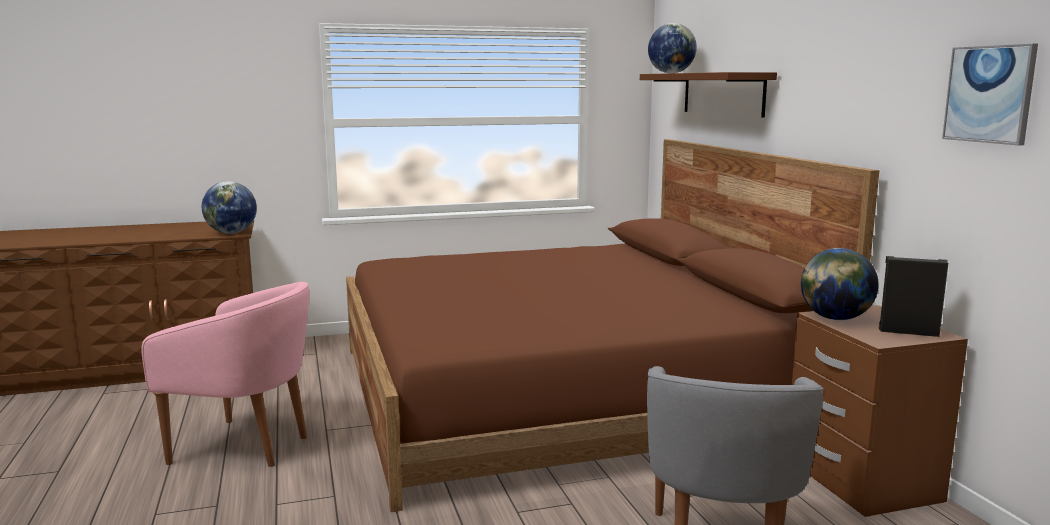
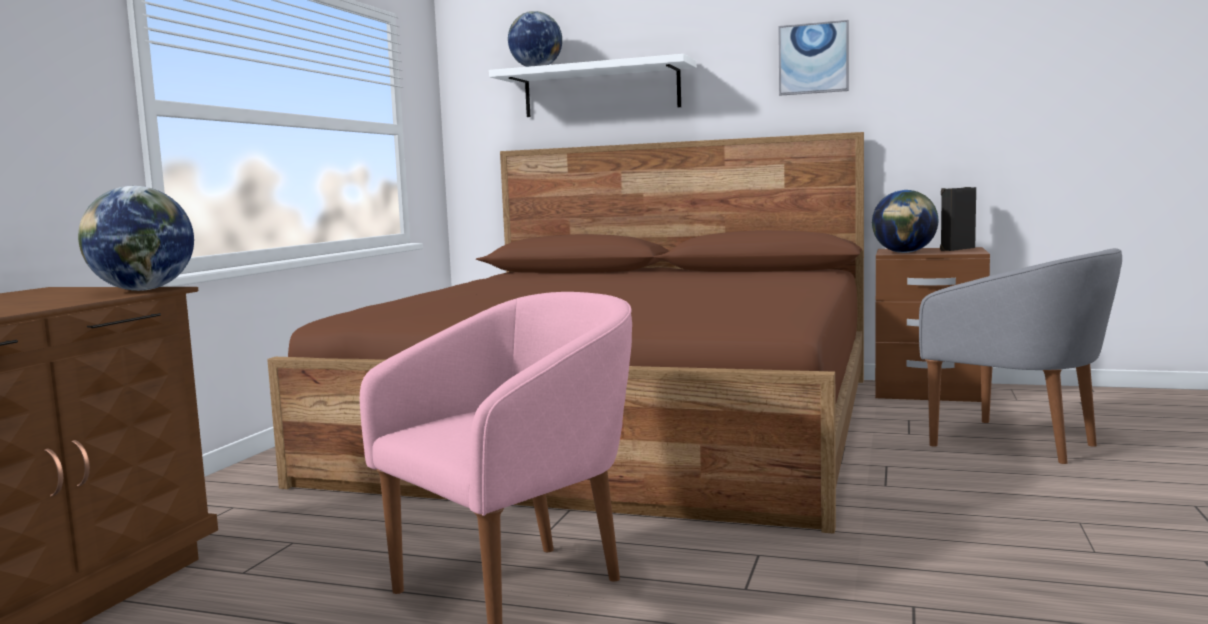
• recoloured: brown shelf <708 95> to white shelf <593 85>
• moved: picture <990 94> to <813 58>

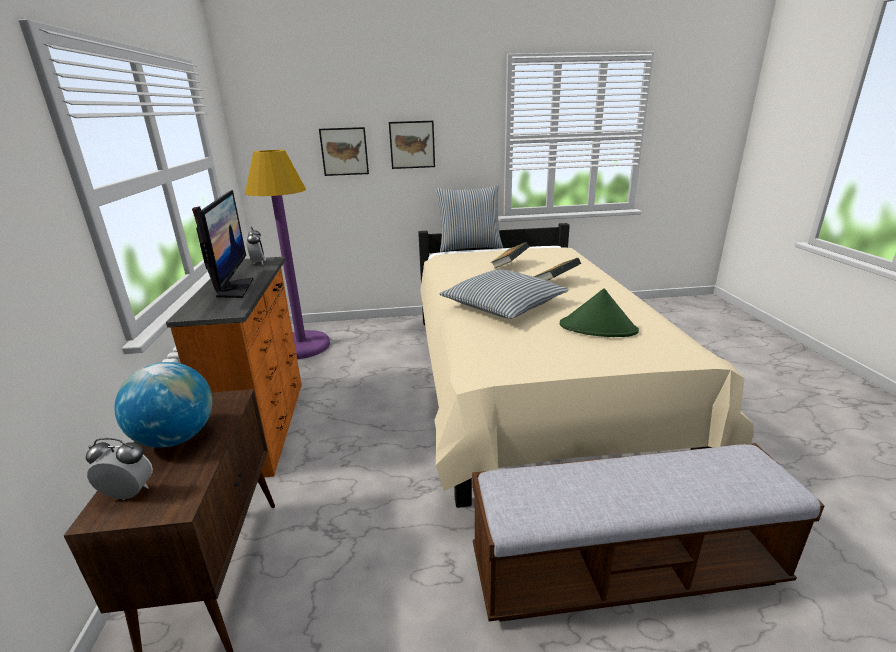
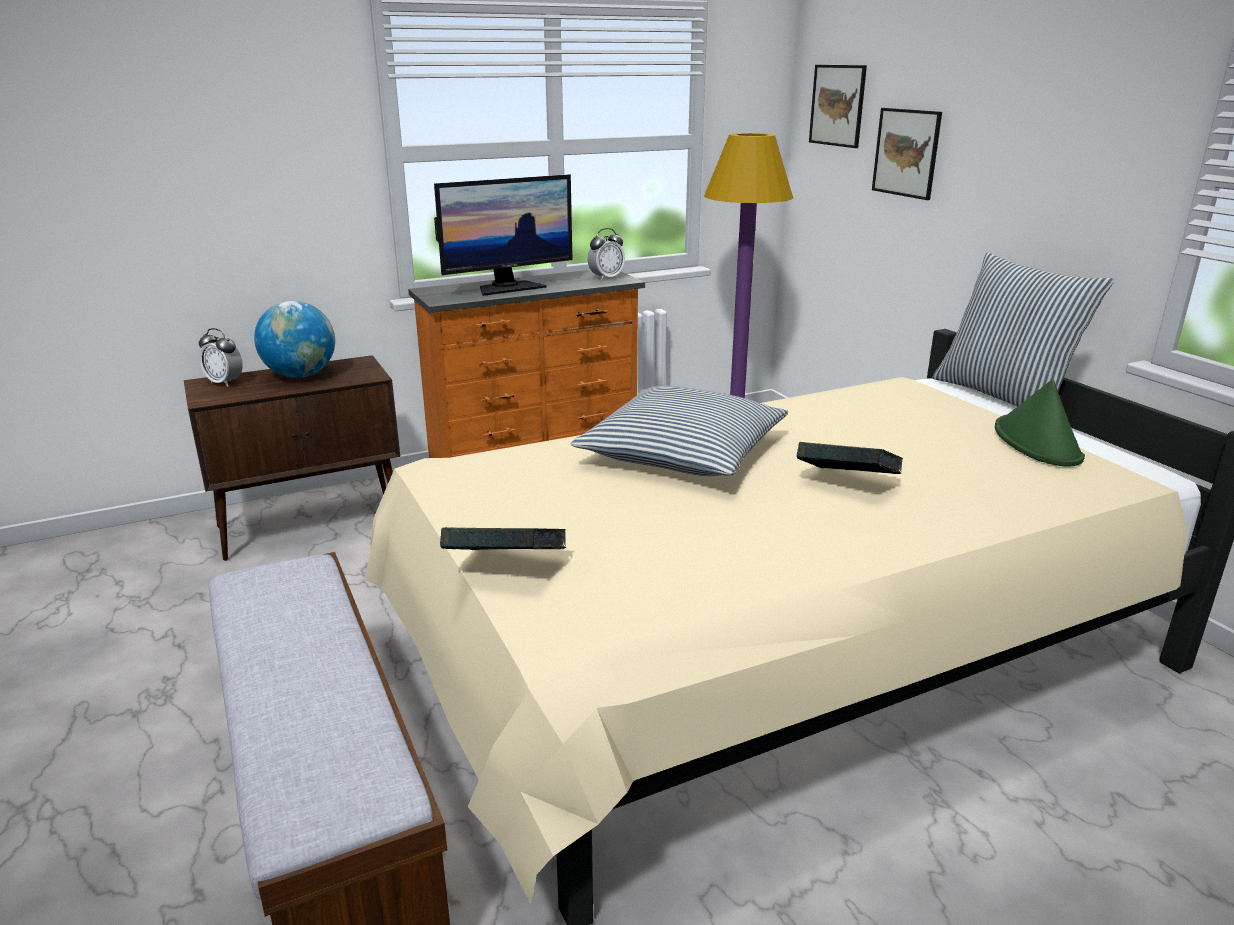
• turned: alarm clock <119 469> = <221 357> 135 degrees clockwise
• moved: picture <412 145> to <838 106>
• moved: book <510 255> to <503 538>
• moved: green hat <599 312> to <1040 423>

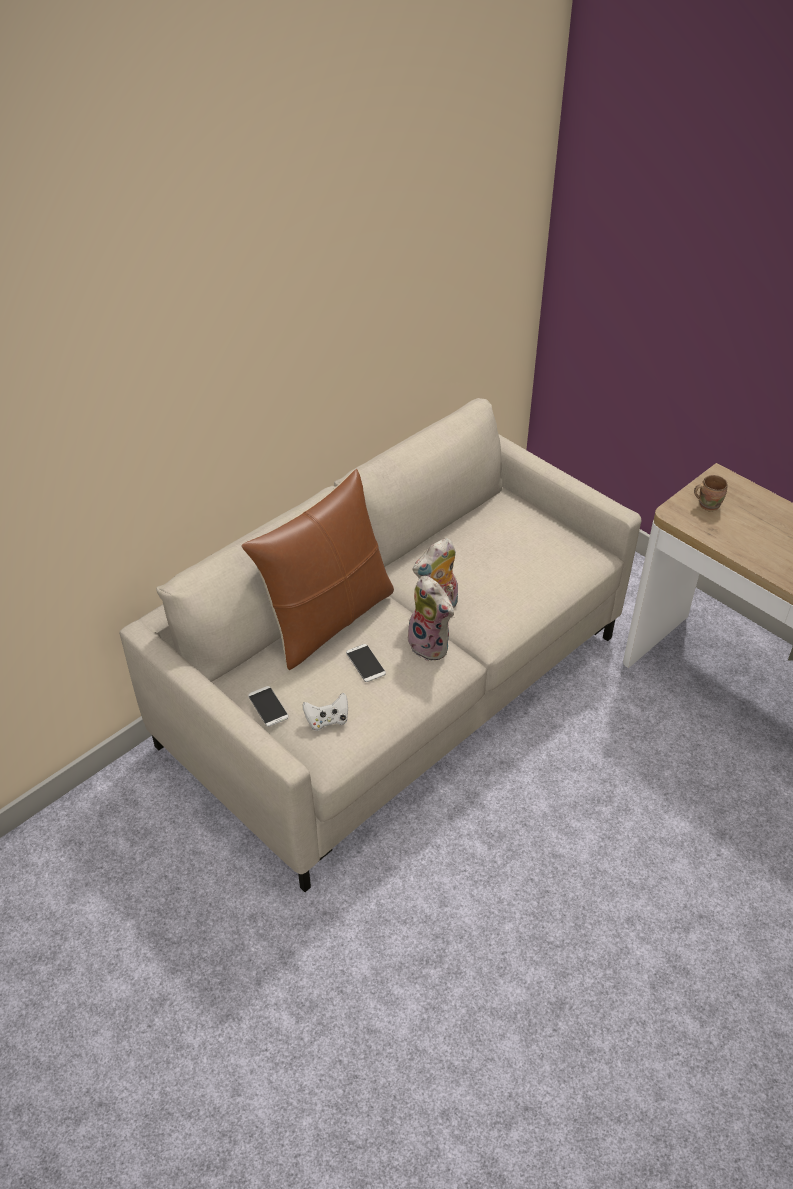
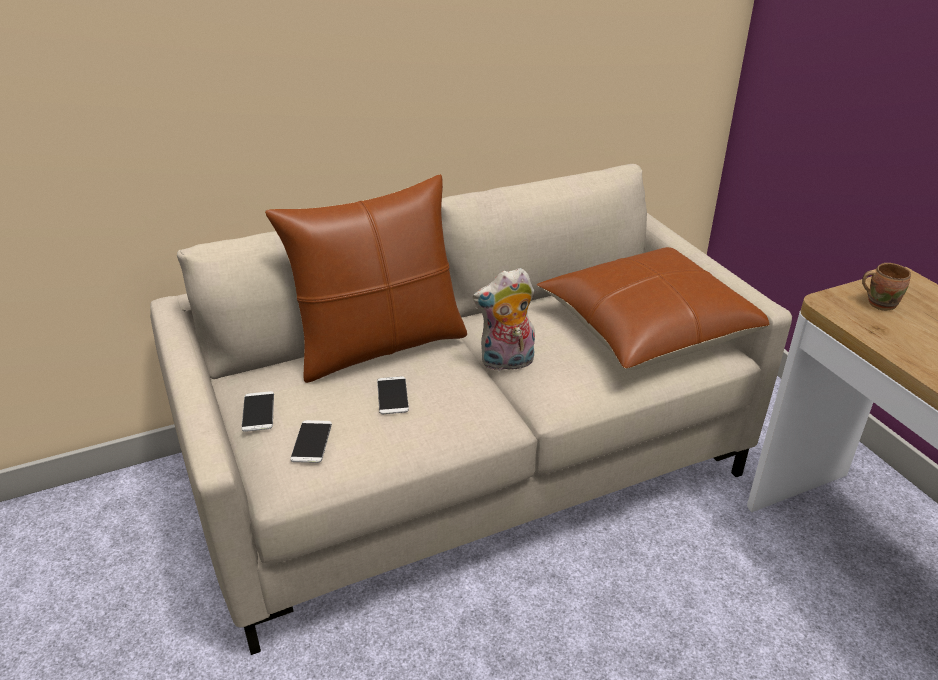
• replaced: white game controller <325 712> to phone <311 441>
• removed: plush toy <430 618>
• added: brown pillow <653 308>

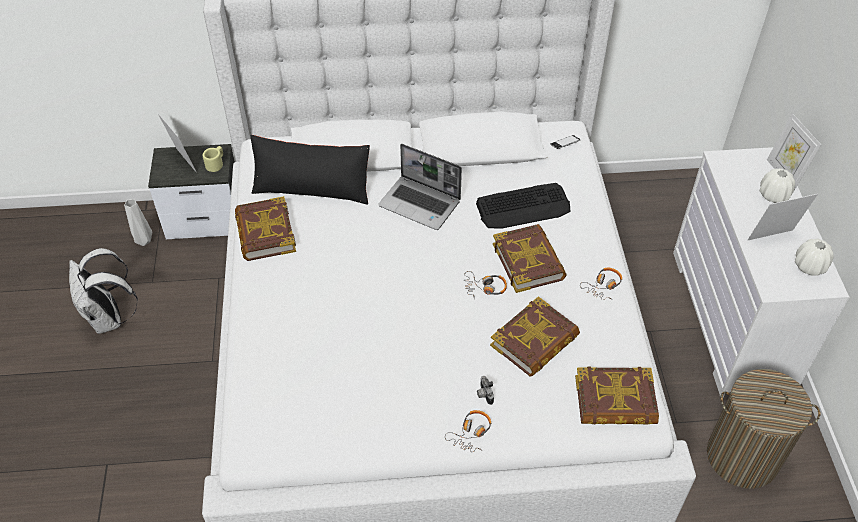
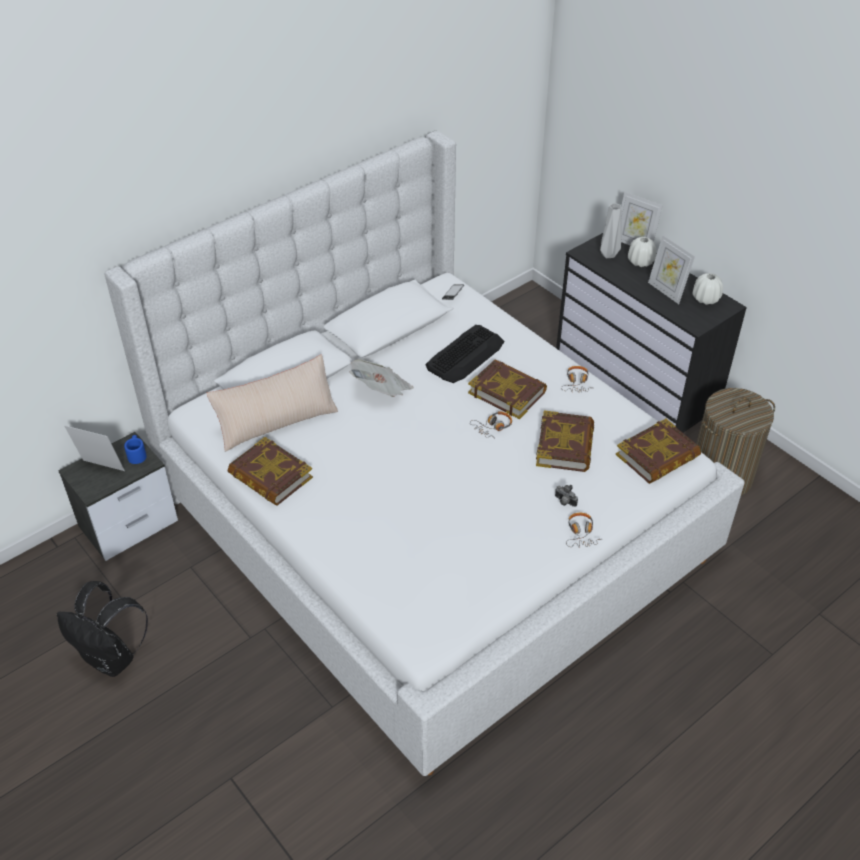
• recoloured: white backpack <103 291> to black backpack <102 629>
• moved: grey vase <138 222> to <610 230>
• recoloured: beige mug <213 159> to blue mug <135 449>
• recoloured: black pillow <310 169> to beige pillow <272 403>
• replaced: laptop <420 187> to newspaper <381 378>
• recoloured: white dresser <761 272> to black dresser <651 333>
• turned: picture frame <783 217> = <671 269> 75 degrees counterclockwise

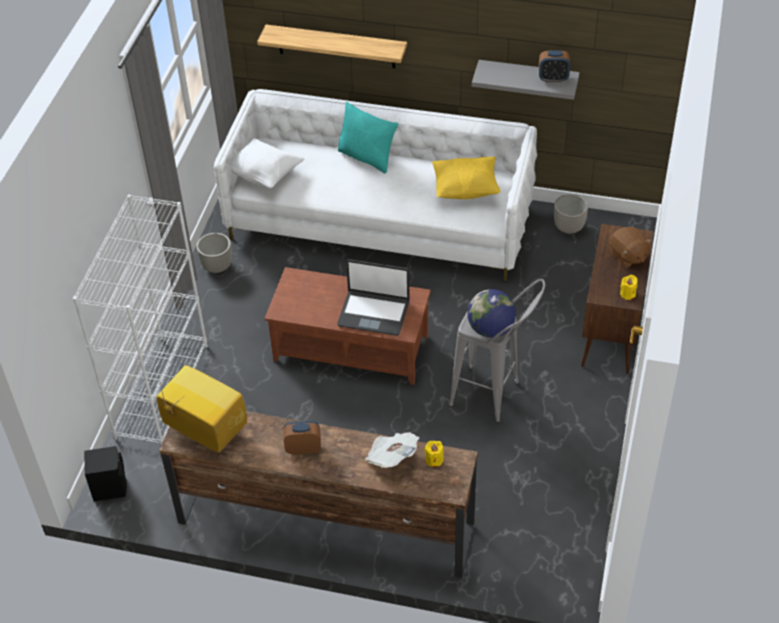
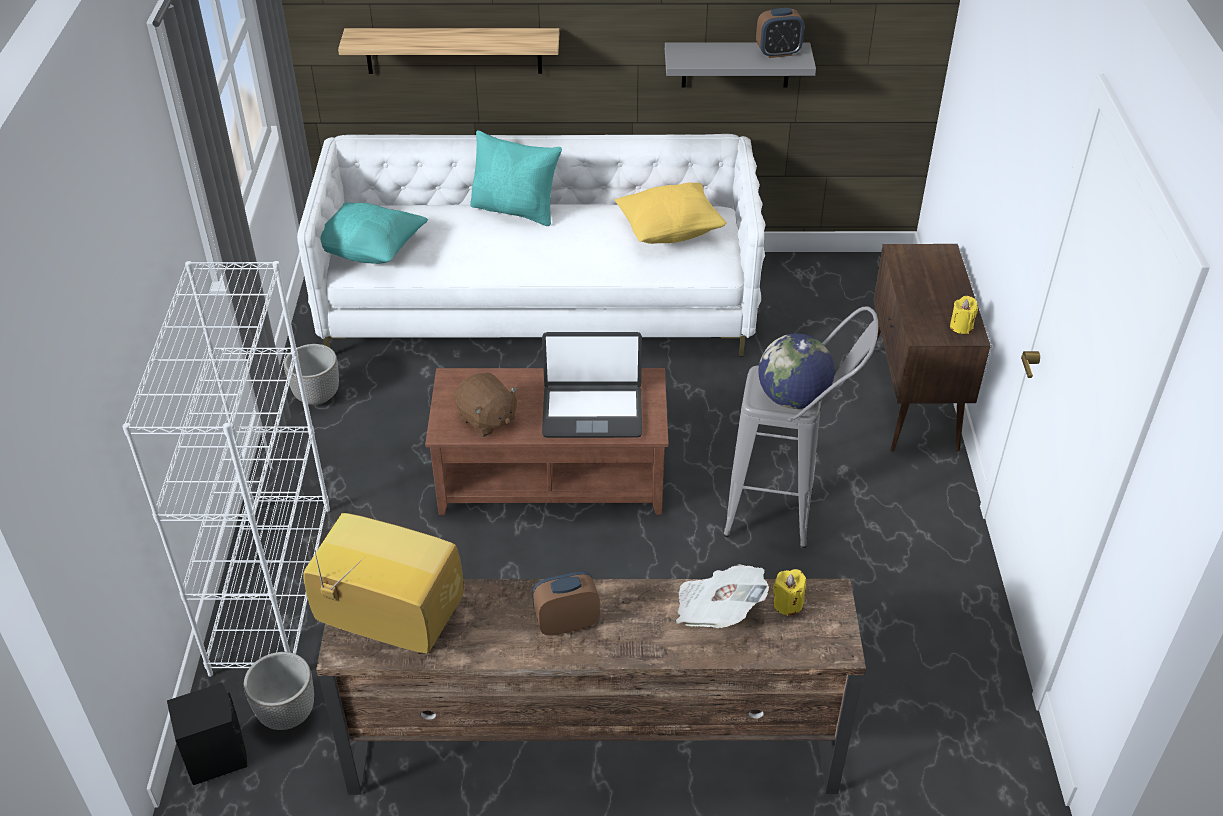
• recoloured: white pillow <268 163> to turquoise pillow <374 233>
• moved: planter <571 214> to <279 691>
• moved: brown plush toy <630 247> to <486 404>

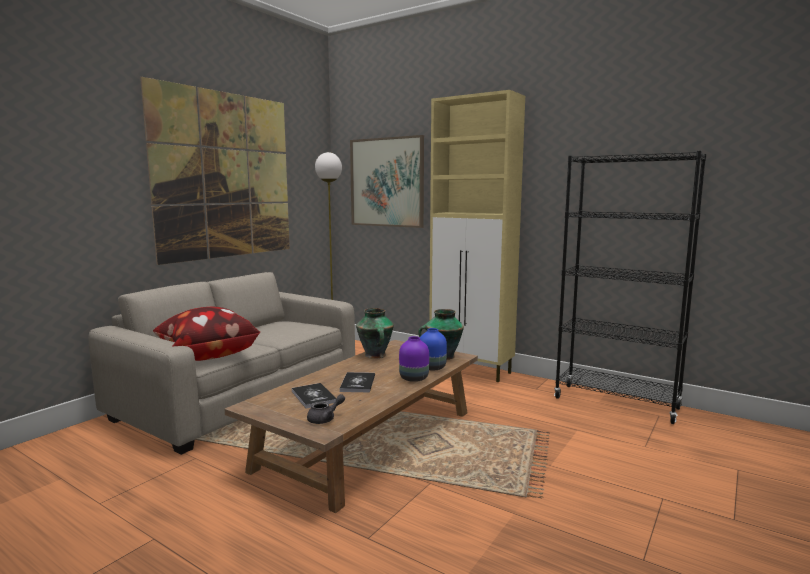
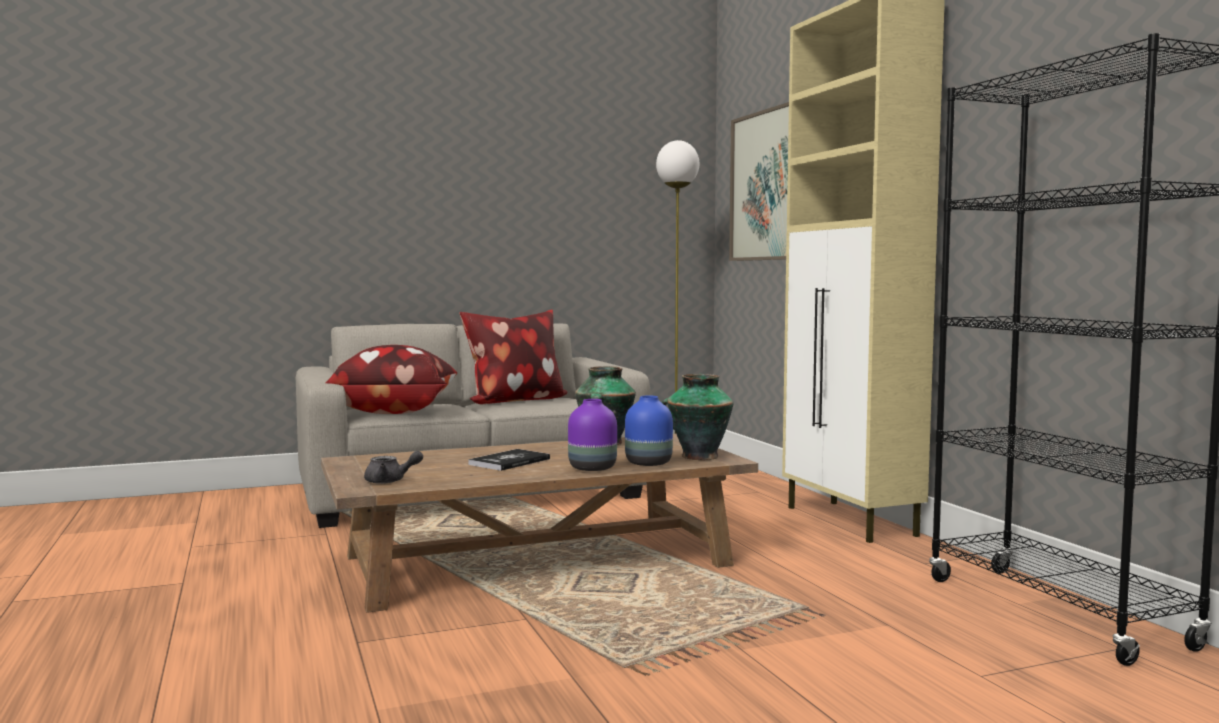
• removed: picture <215 171>
• removed: book <314 396>
• added: pillow <513 357>

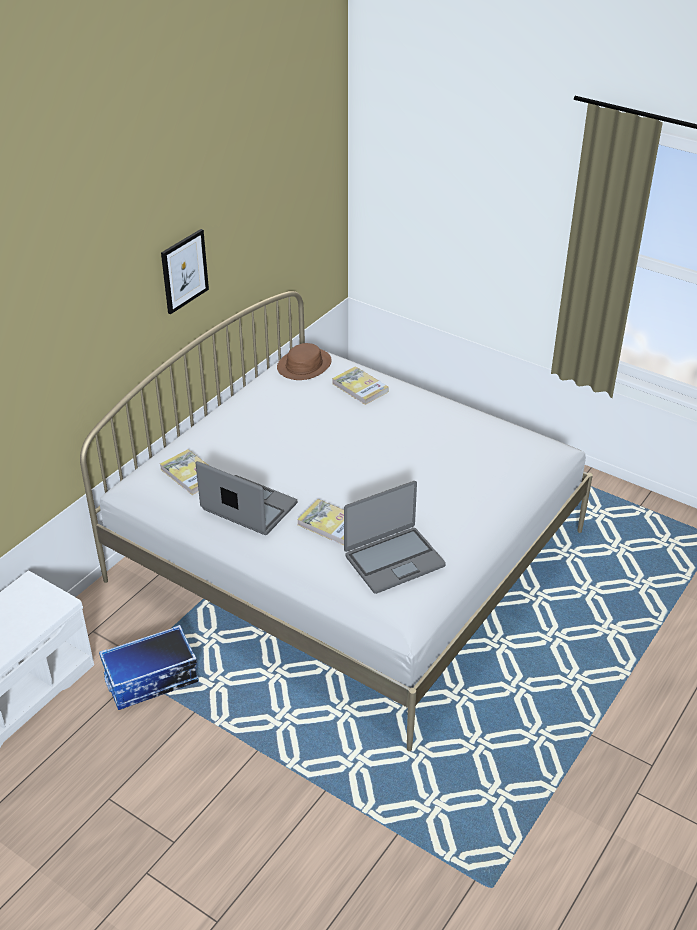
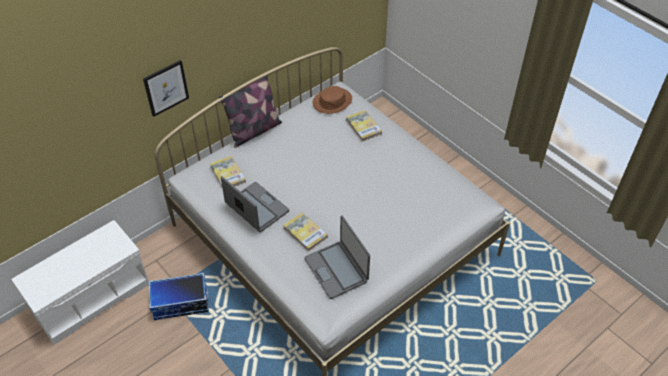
• moved: picture <185 271> to <166 88>
• turned: laptop <395 537> = <337 257> 75 degrees clockwise
• added: pillow <250 111>

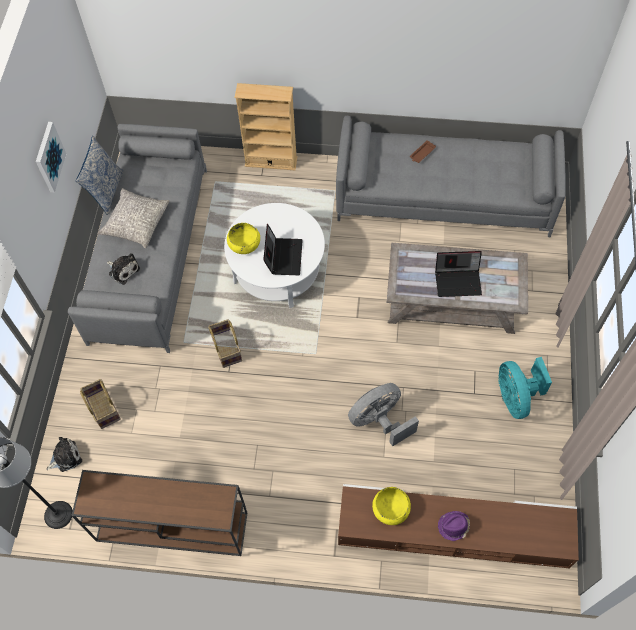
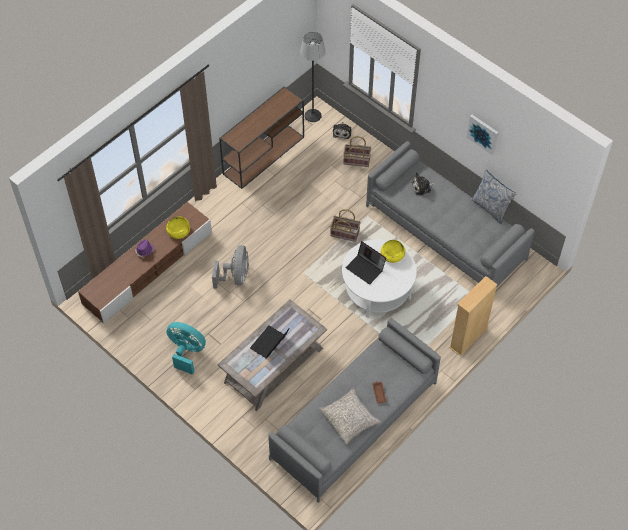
• moved: grey pillow <133 218> to <350 416>

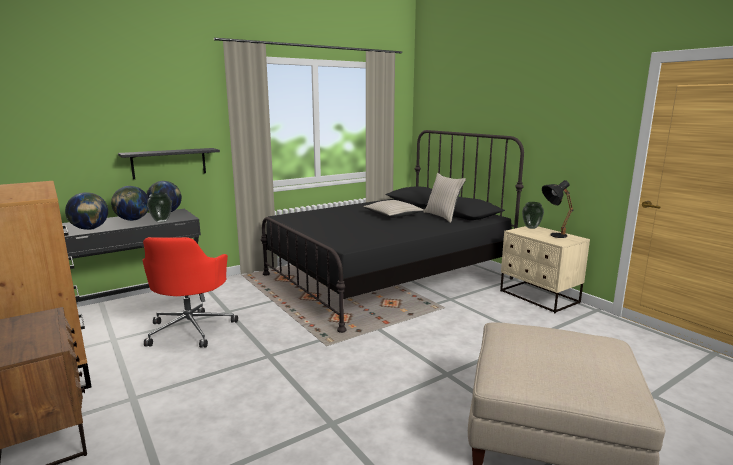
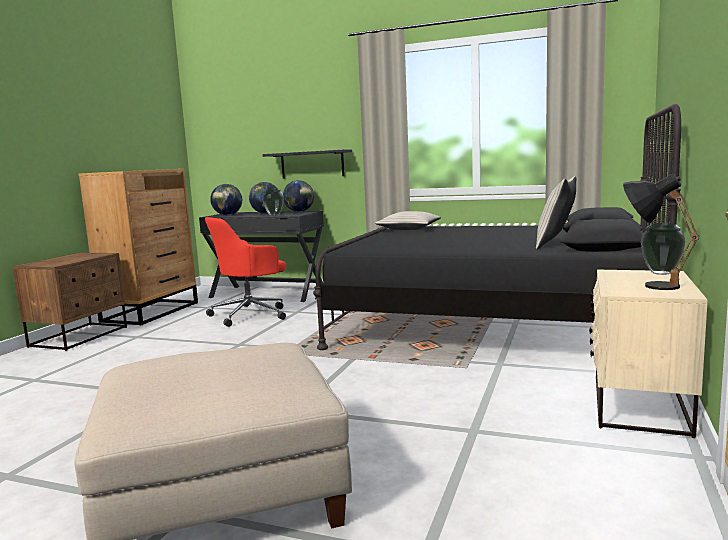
• moved: beige pillow <394 209> to <408 220>

